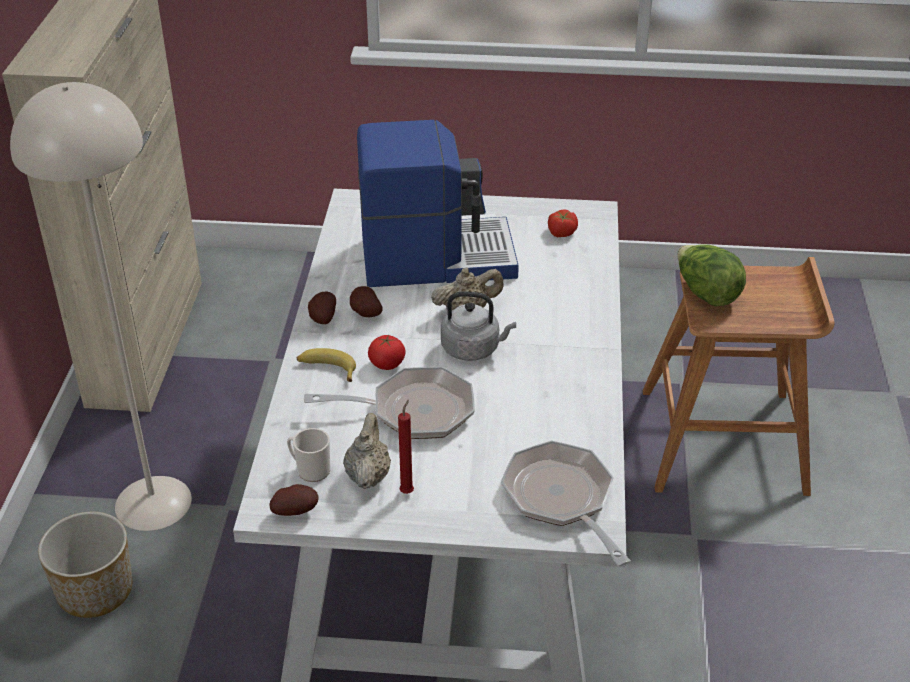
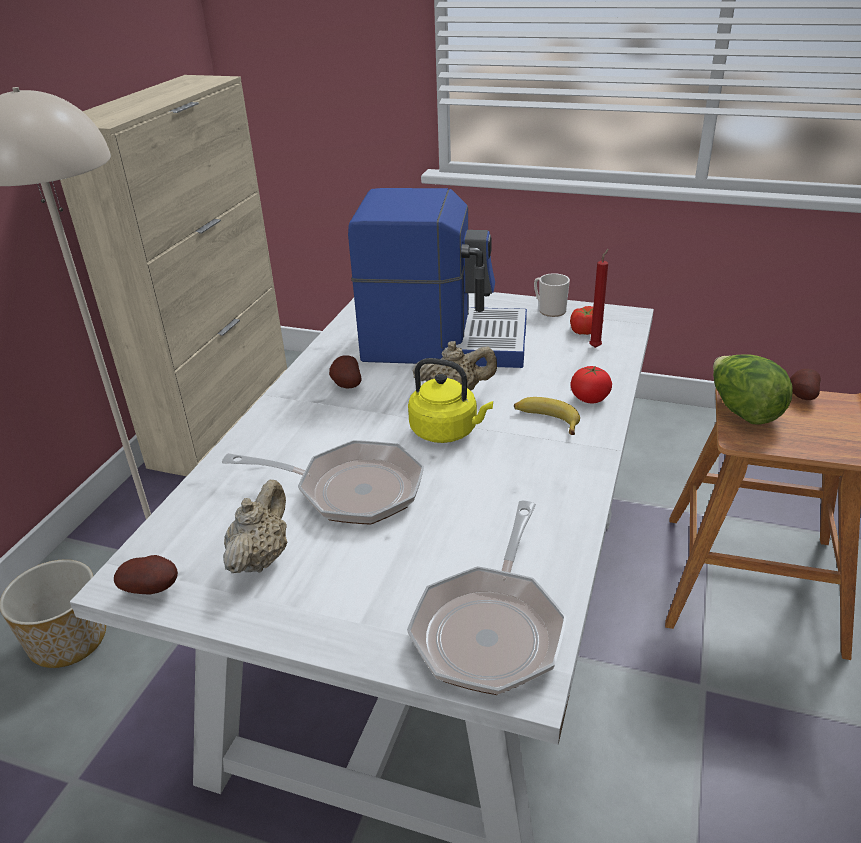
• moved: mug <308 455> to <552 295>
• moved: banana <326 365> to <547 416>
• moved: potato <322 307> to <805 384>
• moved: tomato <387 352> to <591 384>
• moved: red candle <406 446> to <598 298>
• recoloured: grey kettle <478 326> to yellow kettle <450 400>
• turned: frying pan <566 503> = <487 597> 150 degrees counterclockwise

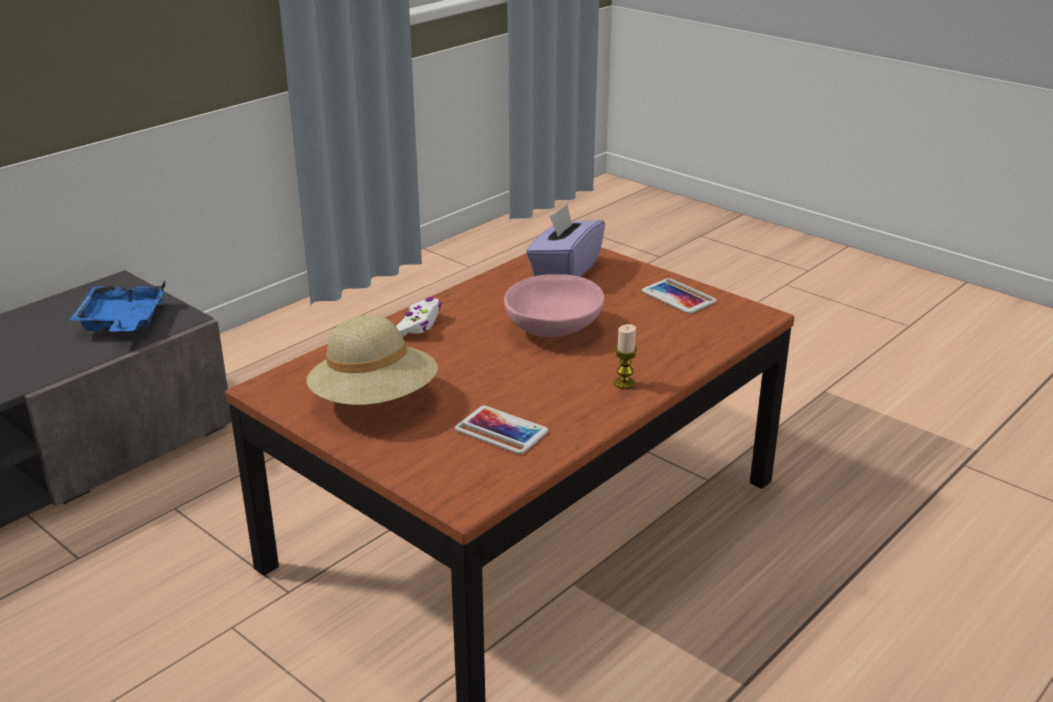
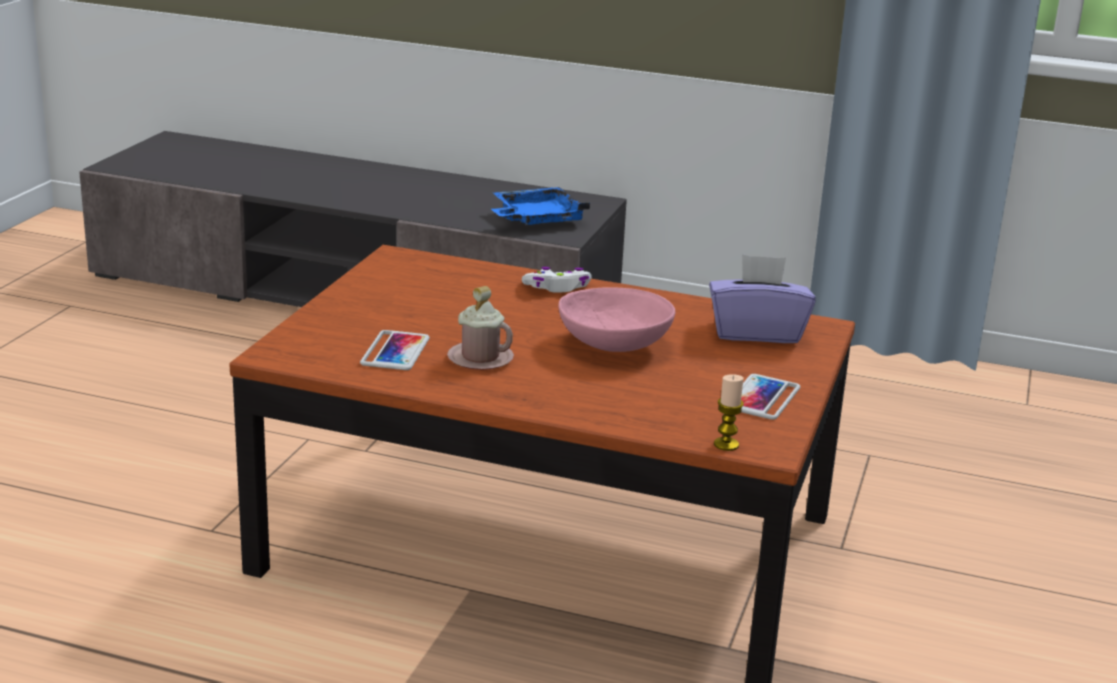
• removed: beige hat <372 360>
• moved: candle <625 356> to <729 412>
• added: pink mug <480 328>

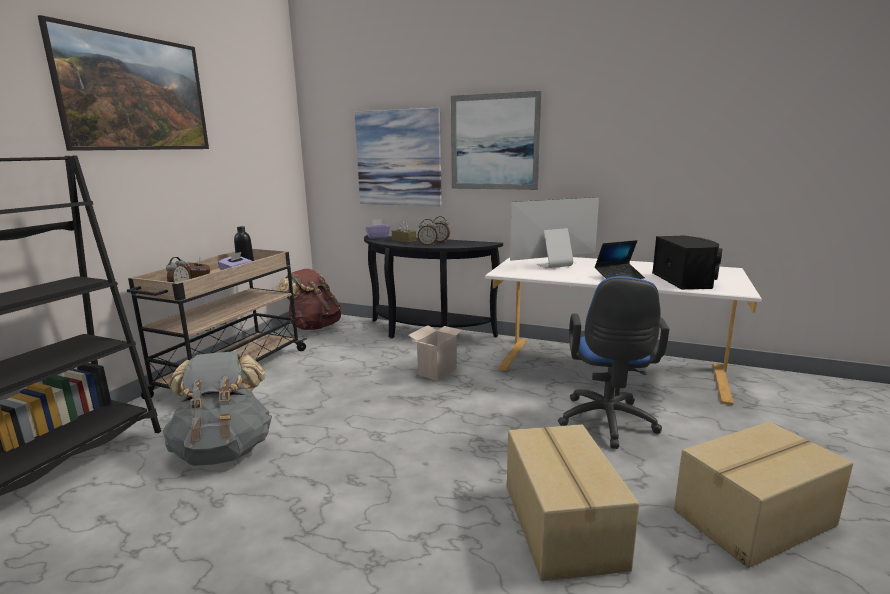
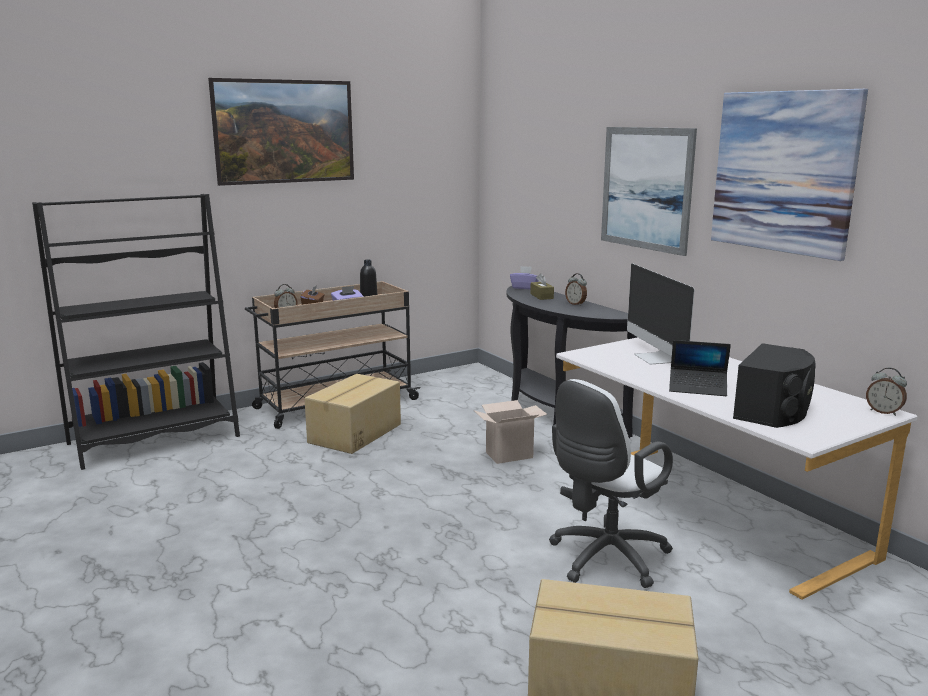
• removed: grey backpack <217 408>
• removed: brown backpack <309 299>
• moved: picture <398 157> to <789 175>
• moved: alarm clock <427 232> to <886 392>
• moved: cardboard box <573 502> to <352 414>
• turned: monitor <554 232> = <661 314> 120 degrees counterclockwise
• recoloured: blue office chair <613 362> to white office chair <611 483>

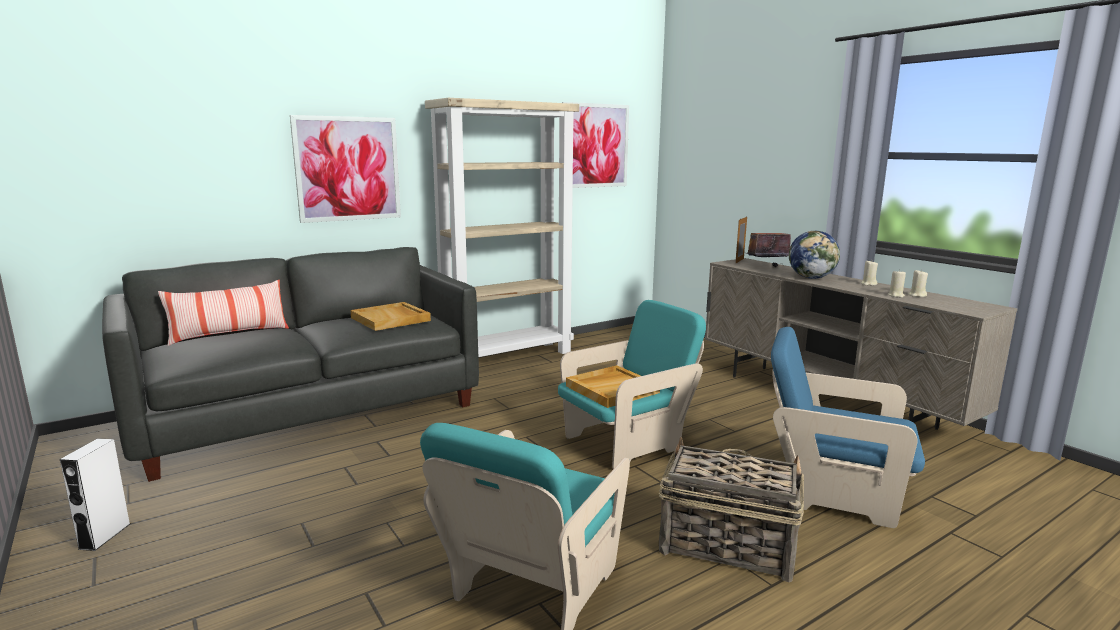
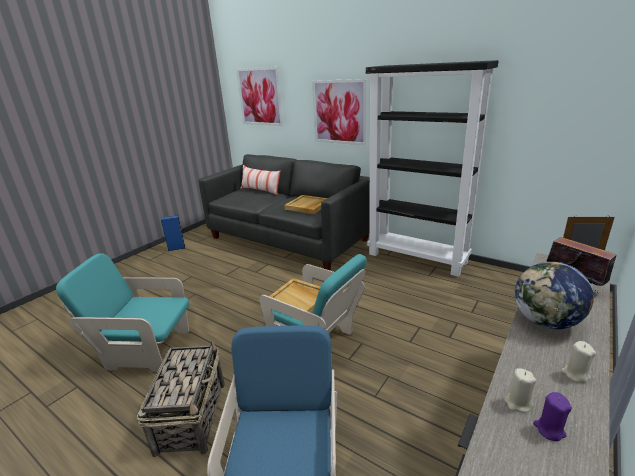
• recoloured: white speaker <95 494> to blue speaker <173 233>
• recoloured: beige bookcase <502 227> to black bookcase <432 168>
• moved: picture <595 145> to <259 96>
• recoloured: beige candle <918 283> to purple candle <552 416>

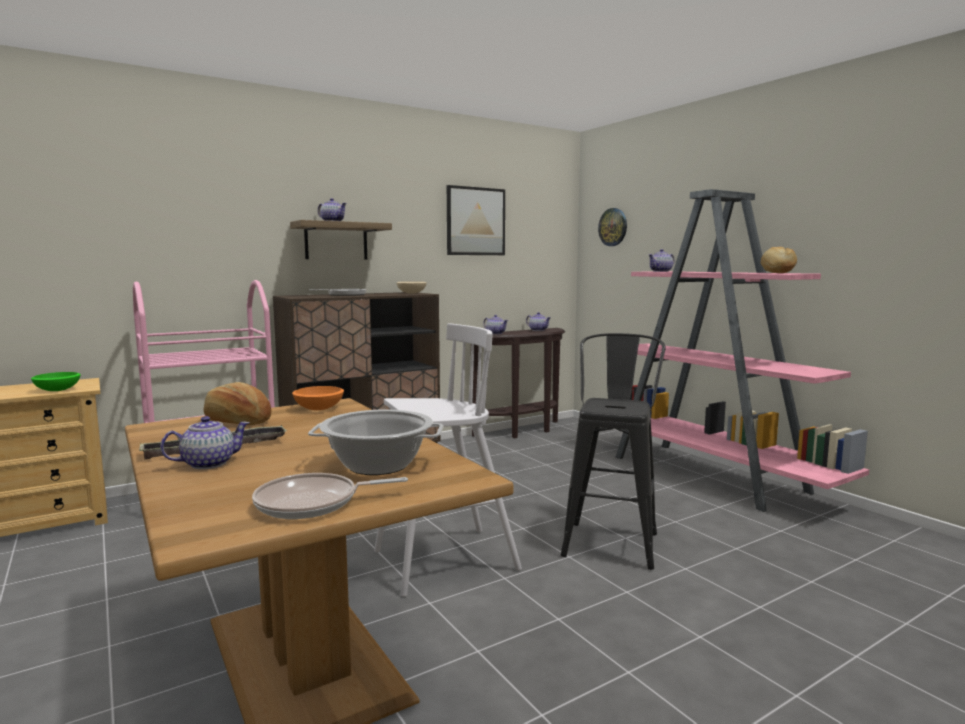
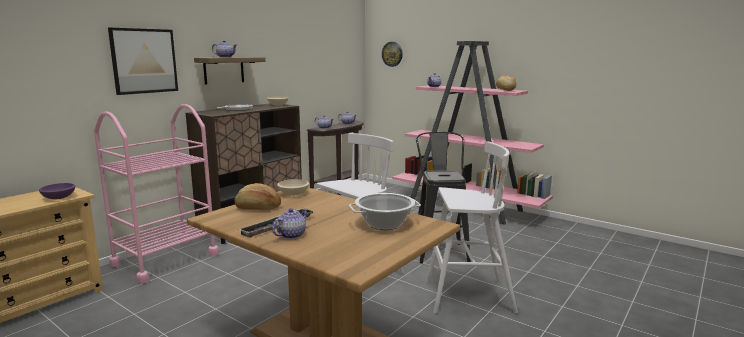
• recoloured: green bowl <56 381> to purple bowl <57 191>
• removed: frying pan <330 496>
• recoloured: orange bowl <318 398> to beige bowl <293 187>
• moved: picture <476 220> to <143 61>
• added: white stool <472 227>

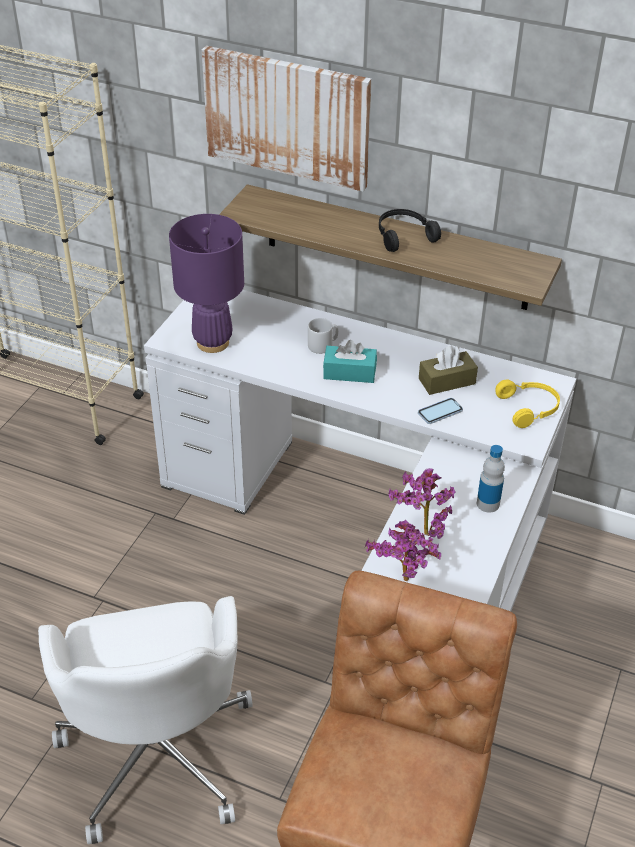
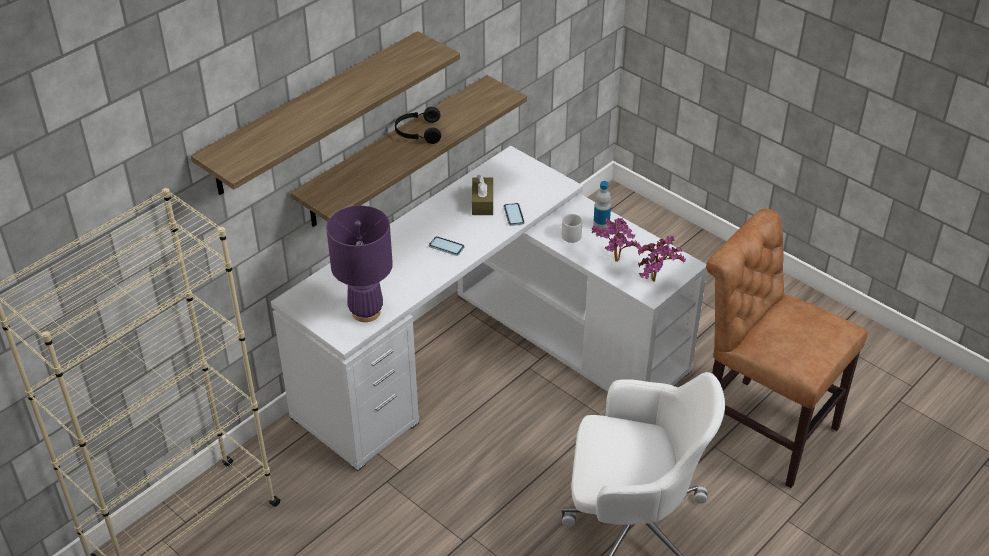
• replaced: picture <287 118> to shelf <325 113>
• moved: grey mug <323 336> to <572 228>
• replaced: turquoise tissue box <350 361> to phone <446 246>
• removed: yellow headphones <528 403>

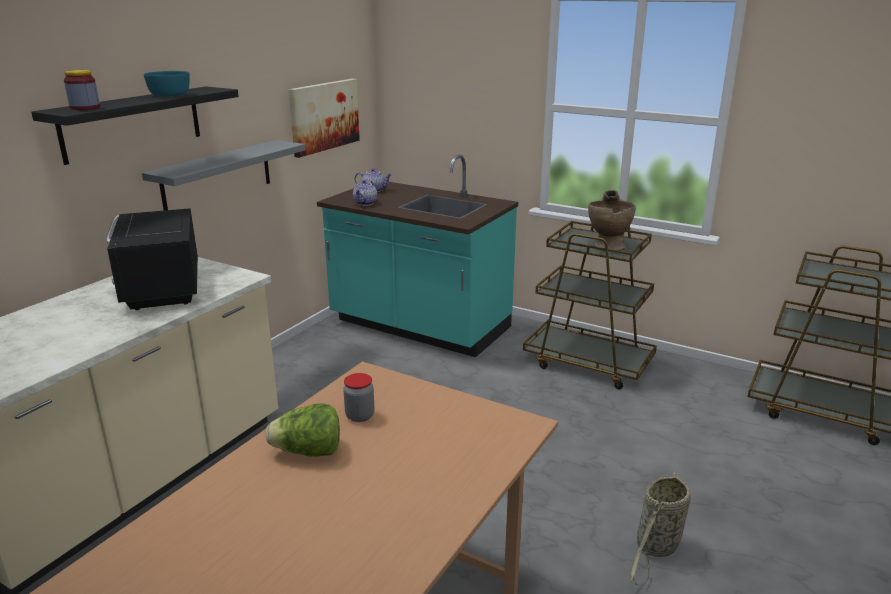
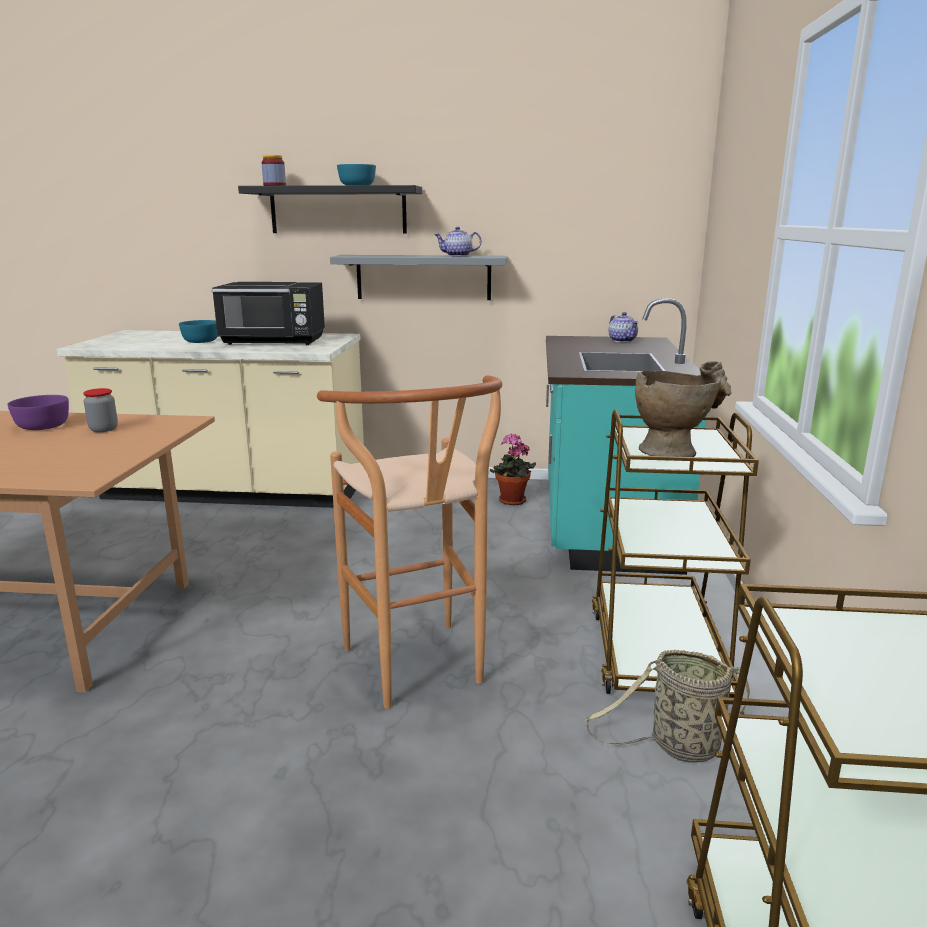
• turned: black microwave <152 259> = <268 313> 135 degrees counterclockwise
• replaced: lettuce <303 430> to purple bowl <38 412>
• removed: picture <324 118>
• moved: teapot <365 193> to <458 242>
• moved: basket <660 529> to <667 706>
• added: turquoise bowl <198 331>
• added: brown stool <409 542>
• added: potted plant <513 470>

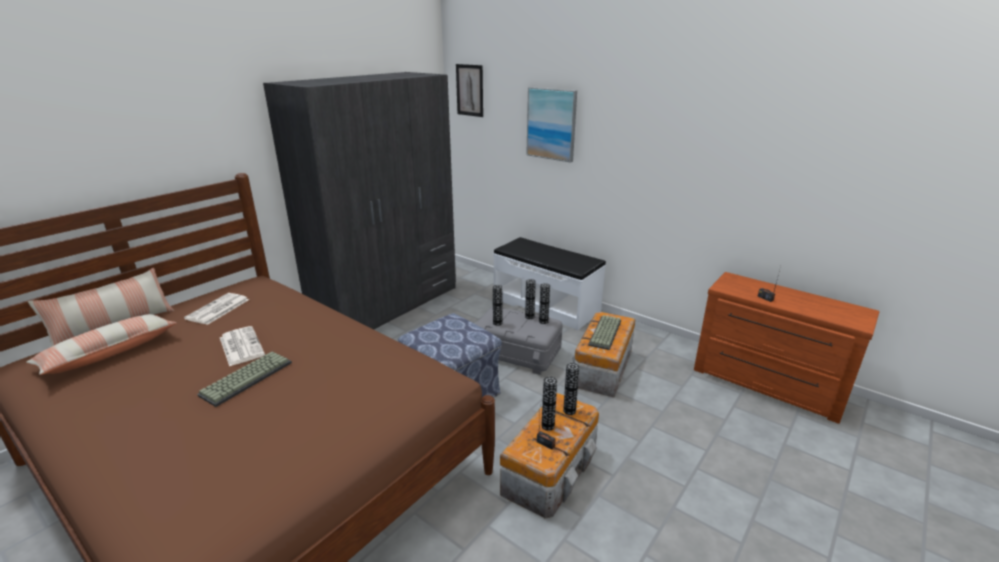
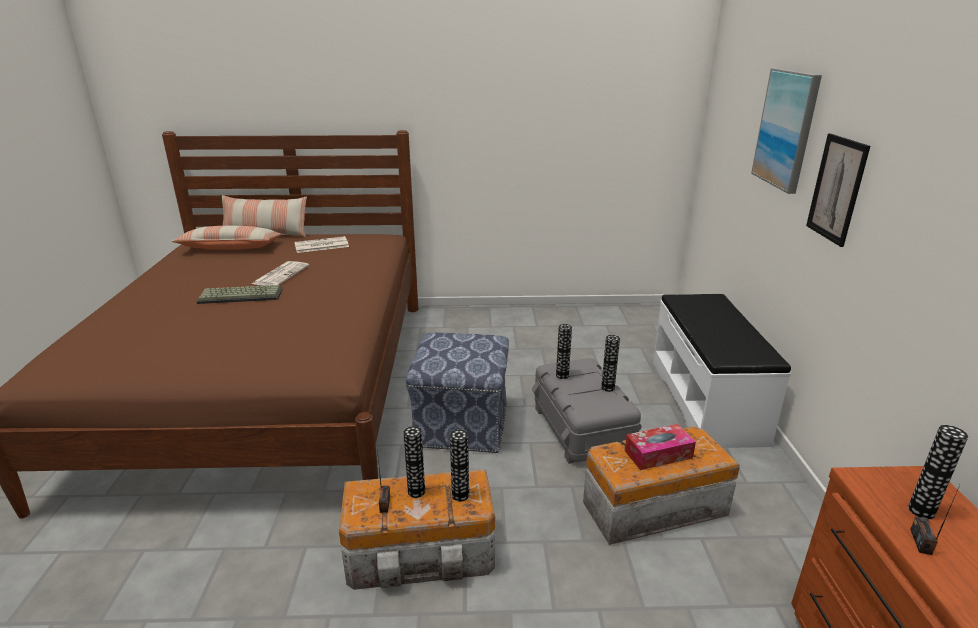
• removed: grey wardrobe <359 200>
• moved: picture <469 90> to <838 190>
• moved: vase <544 303> to <938 472>
• replaced: keyboard <604 332> to tissue box <660 447>

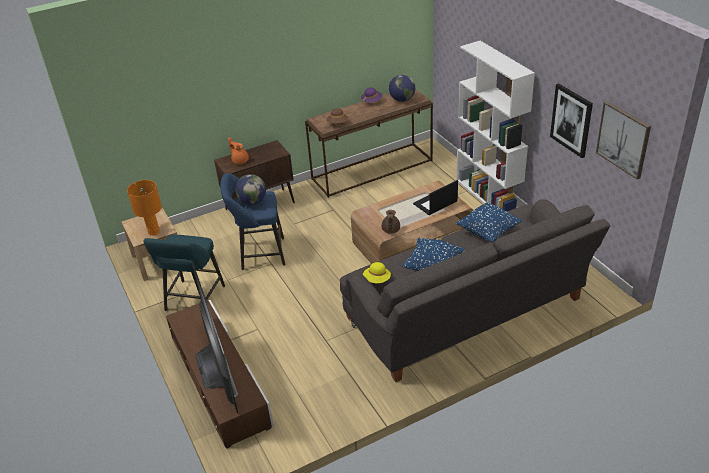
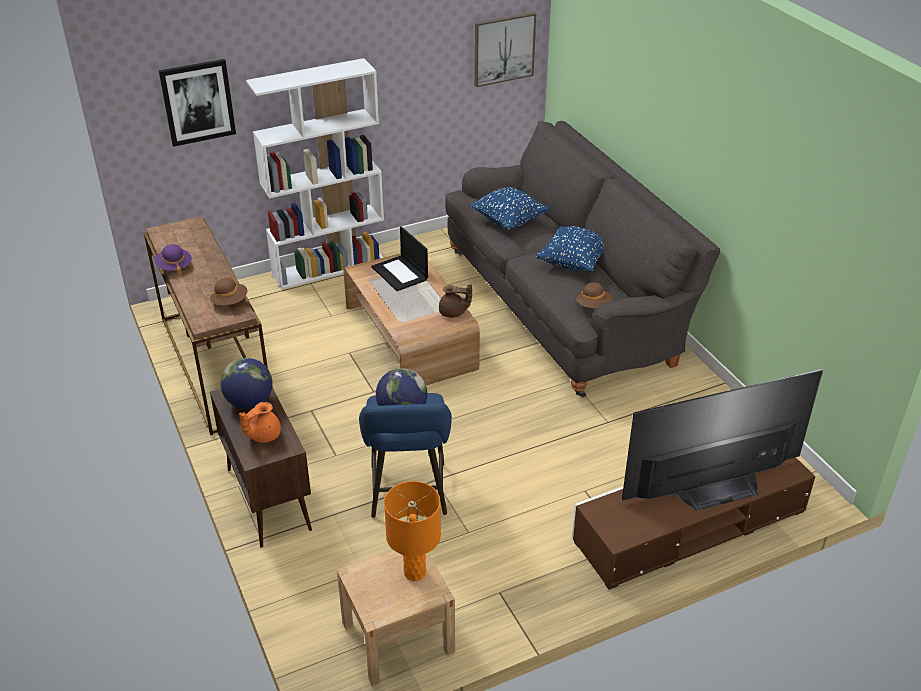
• removed: turquoise stool <184 273>
• recoloured: yellow hat <377 272> to brown hat <594 295>
• moved: globe <402 88> to <246 383>
• moved: picture <571 120> to <197 103>

